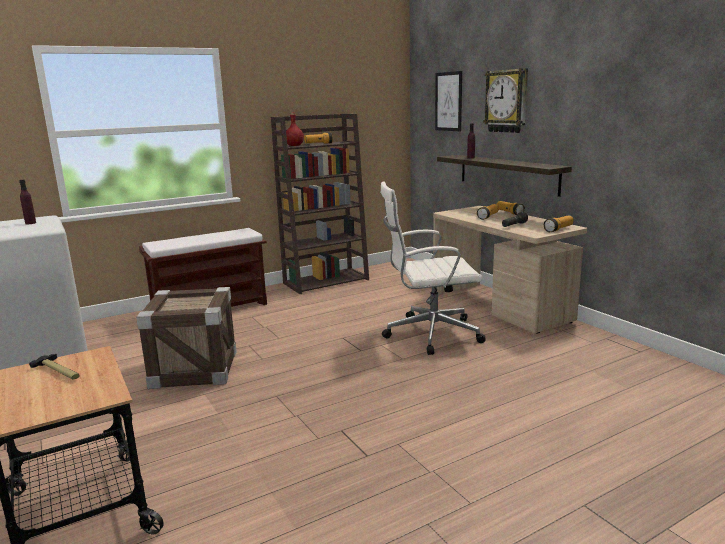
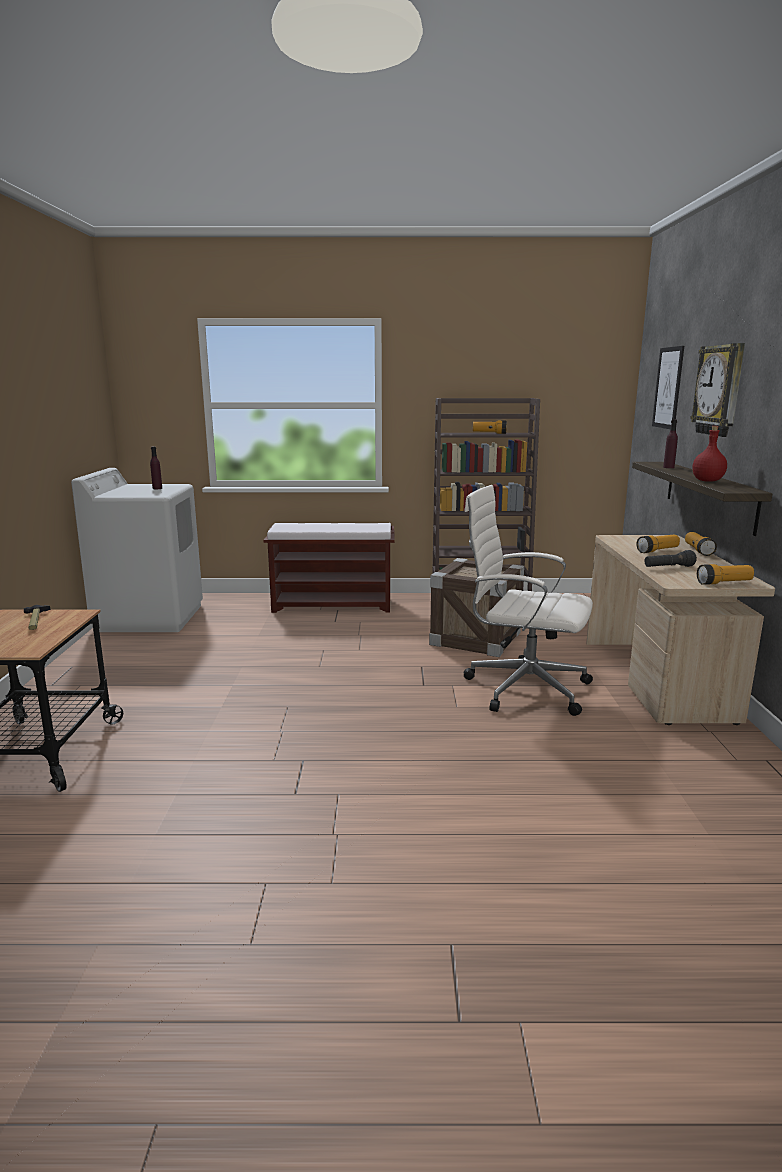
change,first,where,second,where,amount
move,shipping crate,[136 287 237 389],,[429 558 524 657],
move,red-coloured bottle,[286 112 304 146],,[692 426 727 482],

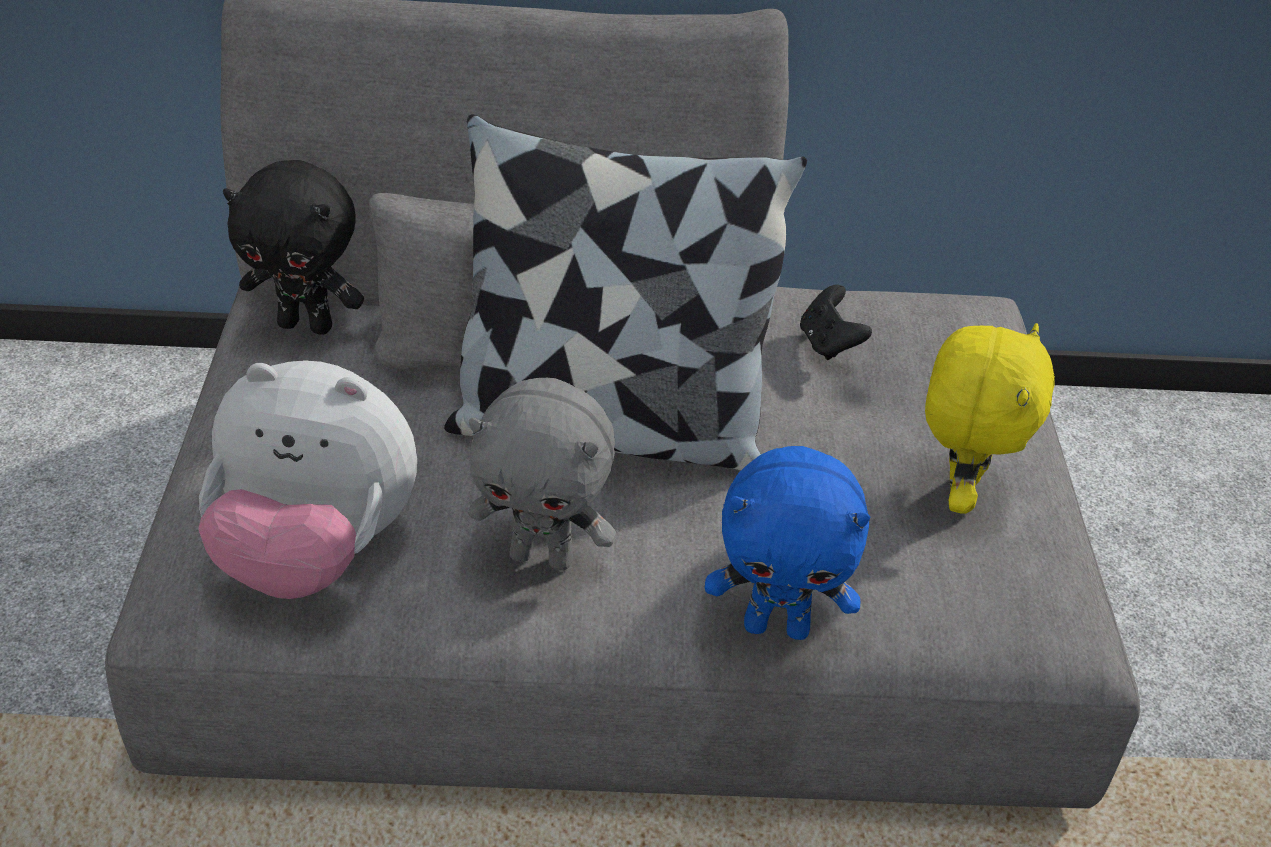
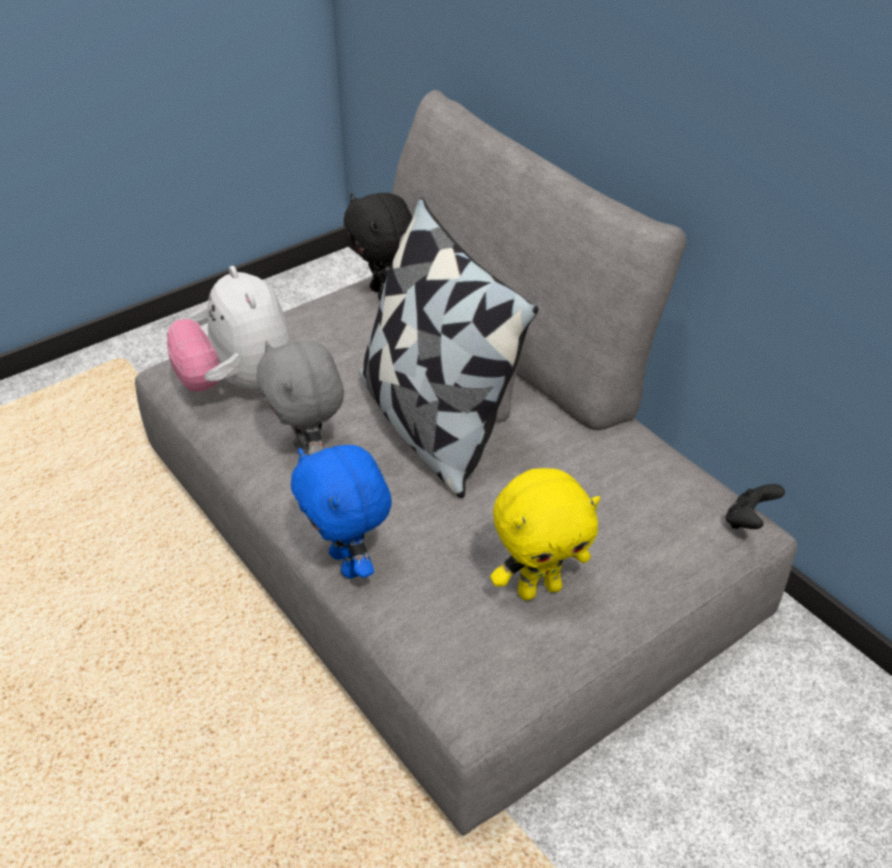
change,first,where,second,where,amount
move,blackish joypad,[800 285 872 360],,[726 484 785 529],

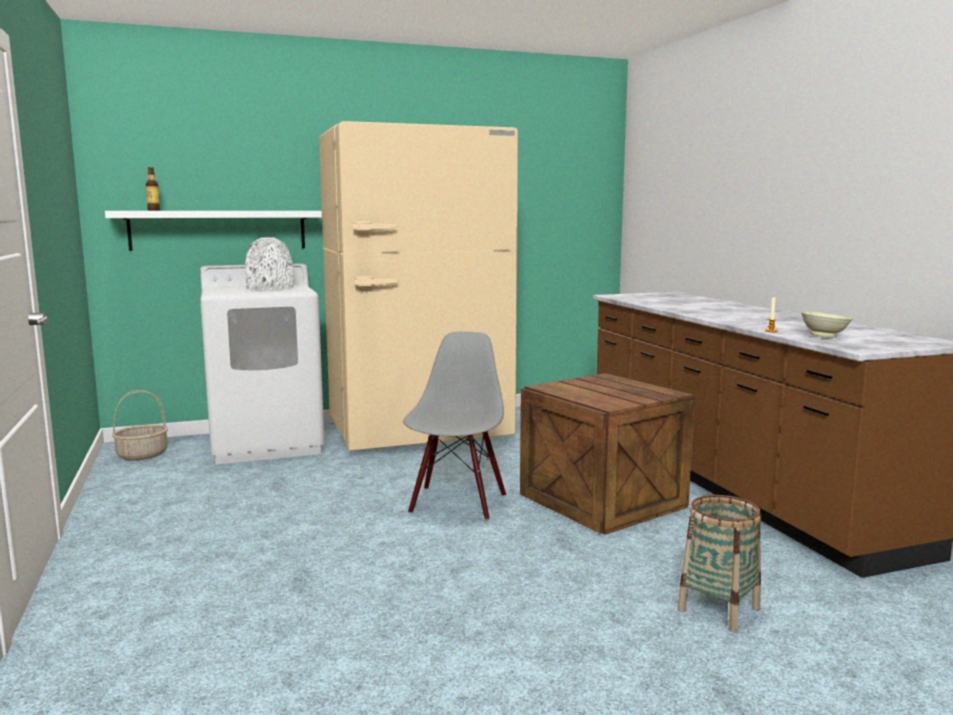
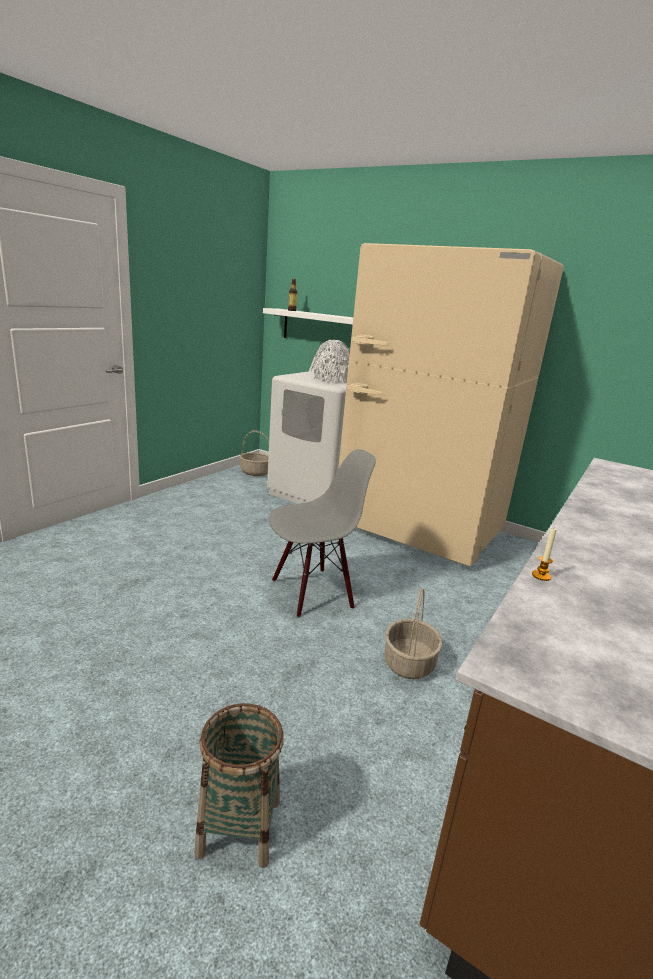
change,first,where,second,where,amount
replace,shipping crate,[520 373 695 535],basket,[384 588 442 679],
delete,beige-coloured bowl,[801 311 852 338],,,

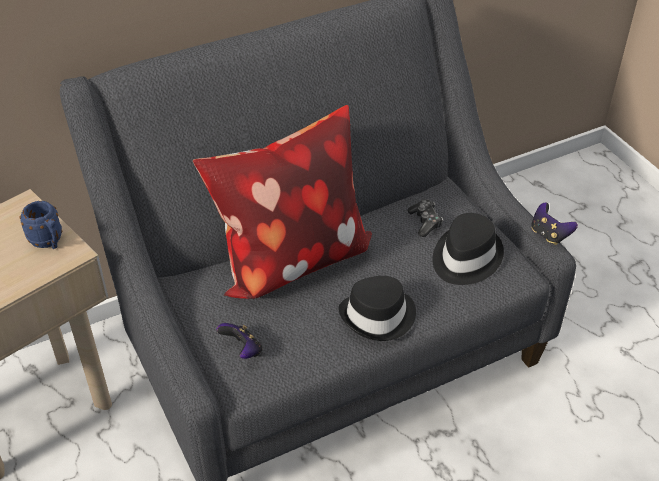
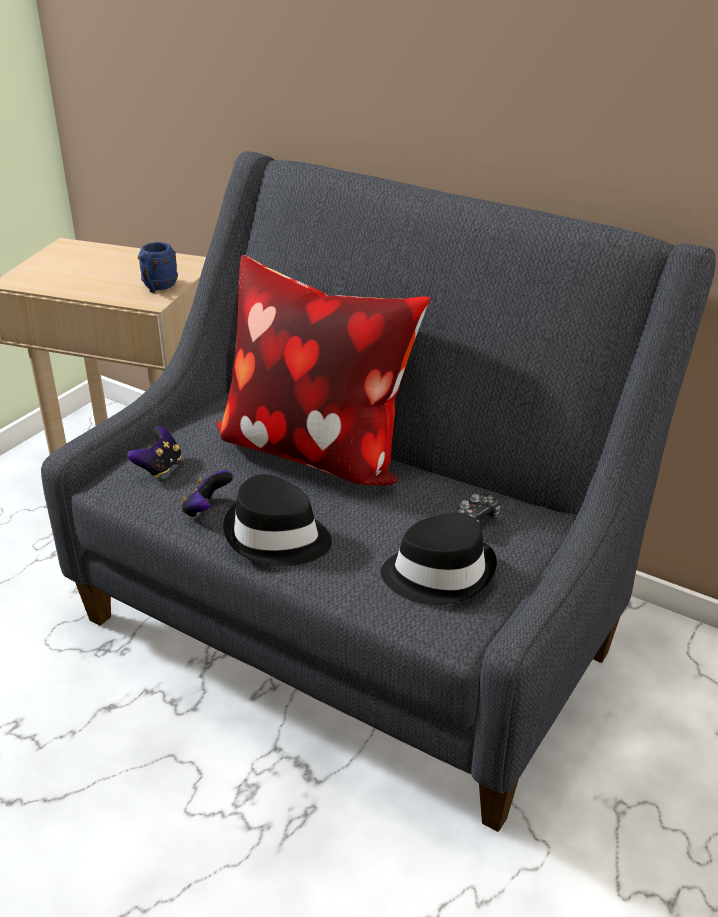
change,first,where,second,where,amount
move,joypad,[531 203 578 245],,[181 470 233 518],

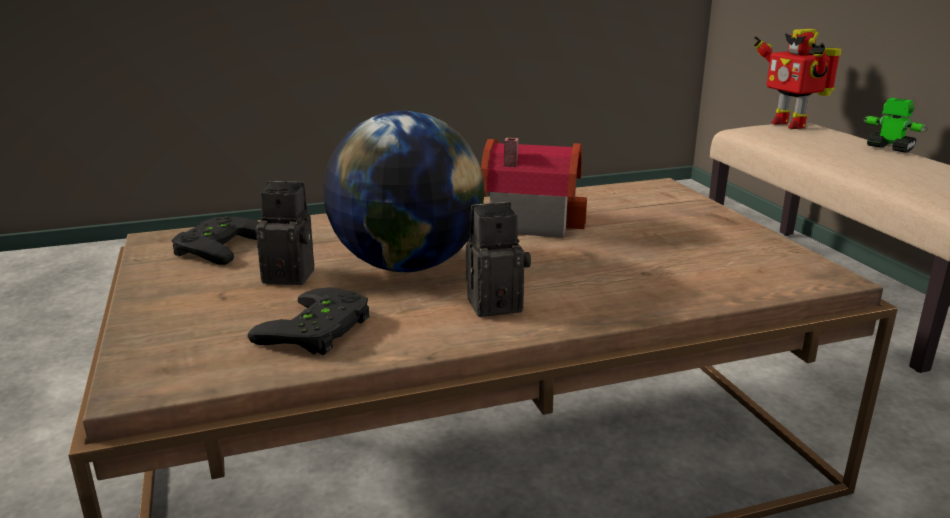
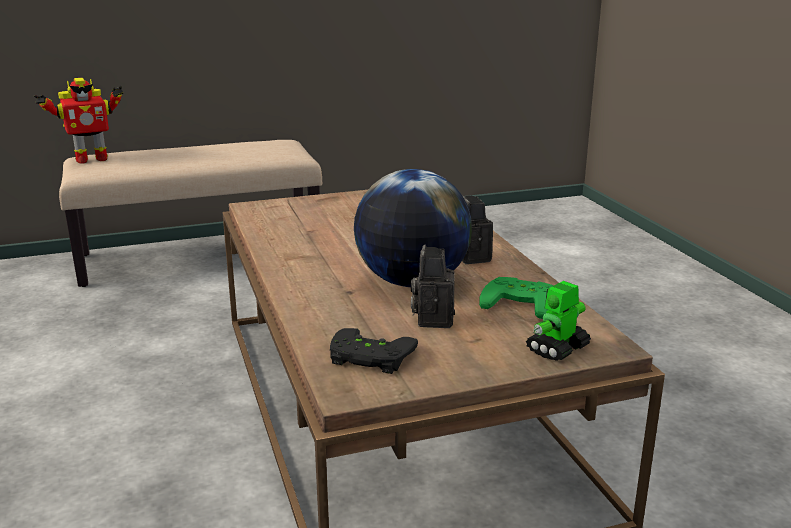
change,first,where,second,where,amount
recolor,blackish joypad,[248 287 370 355],green joypad,[479 277 554 319],
delete,miniature house,[481 138 587 238],,,
move,robot figure,[864 98 928 153],,[526 281 591 361],

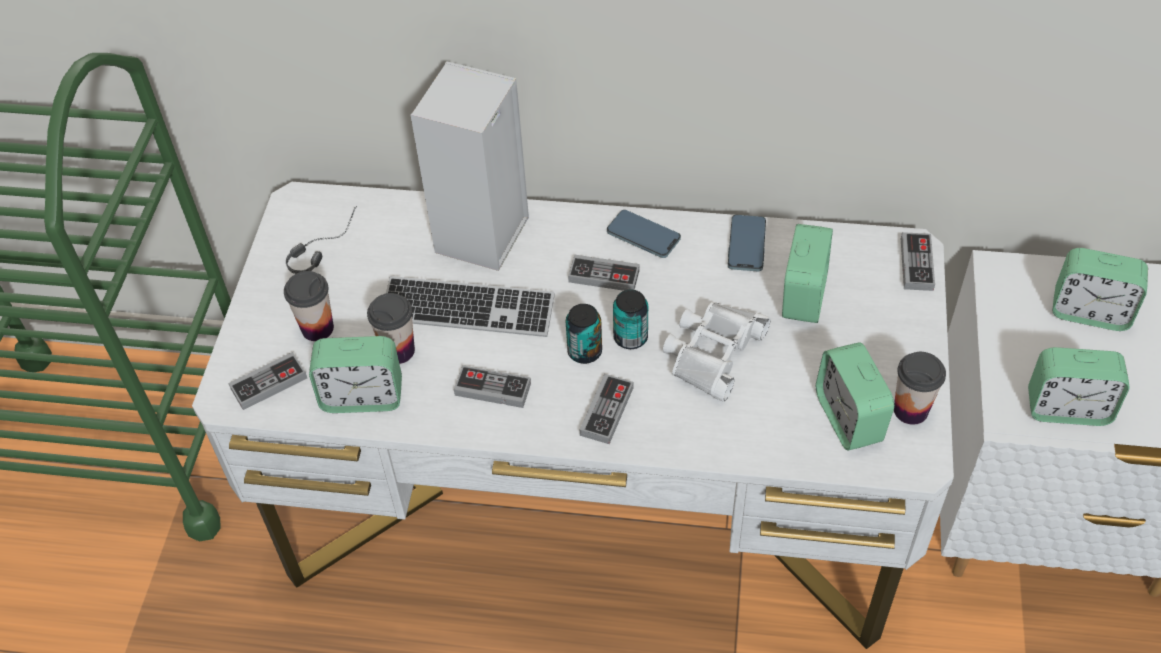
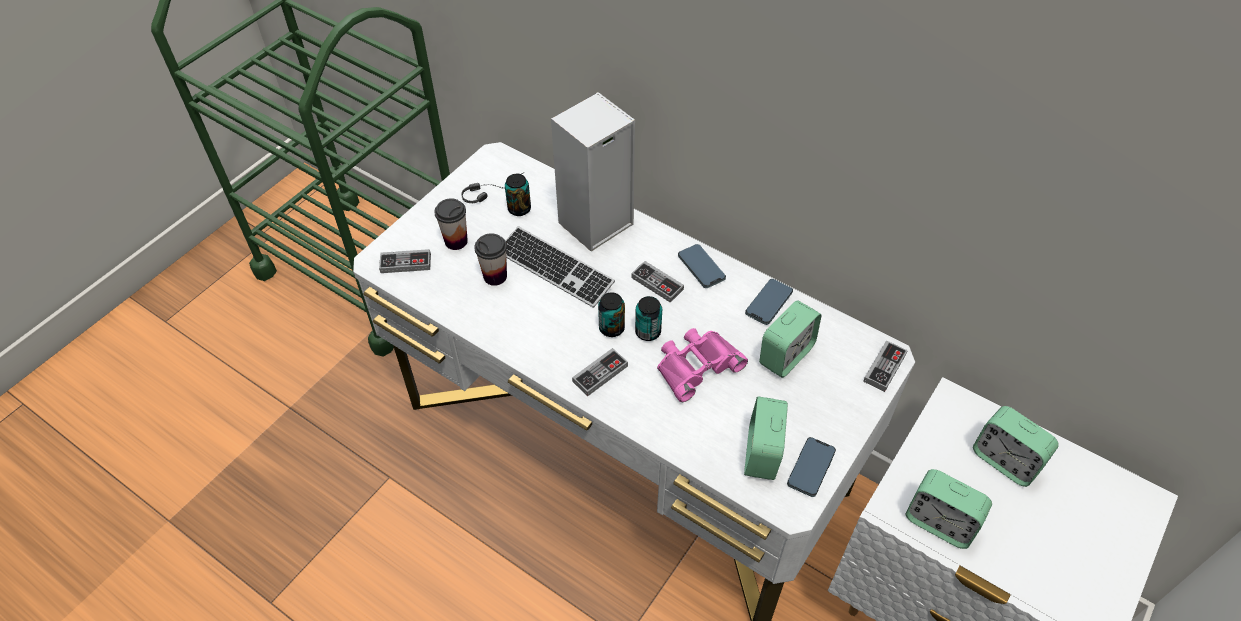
change,first,where,second,where,amount
delete,bedside clock,[309 336 402 413],,,
delete,joypad,[454 365 531 408],,,
recolor,white binoculars,[663 302 771 401],pink-coloured binoculars,[657 328 748 402],
replace,drinking cup,[894 352 946 425],phone,[787 437 836 497],
insert,,,sealed can,[505 174 531 216],

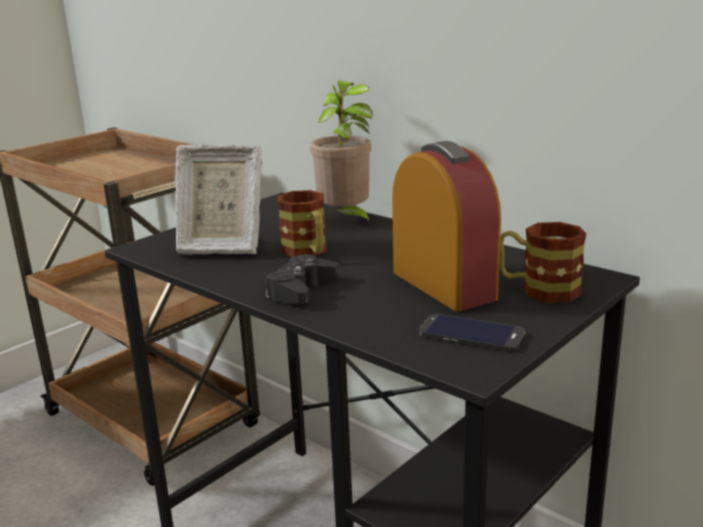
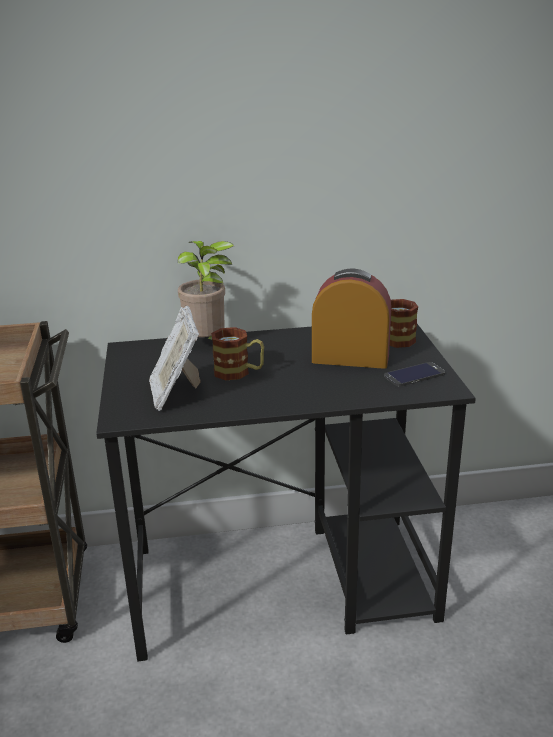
change,first,where,second,where,amount
rotate,picture frame,[175 144 262 255],,[149 306 201 411],120 degrees clockwise
delete,blackish joypad,[266 254 339 304],,,

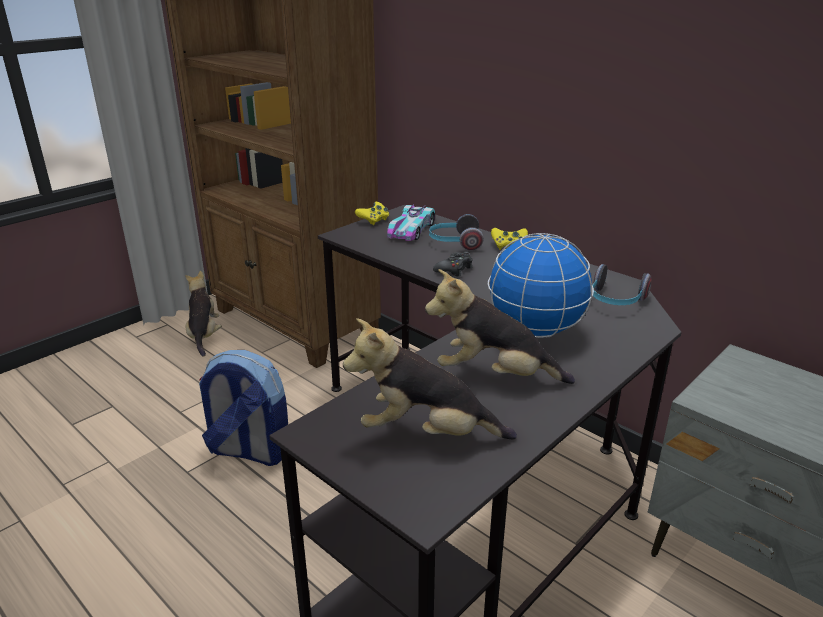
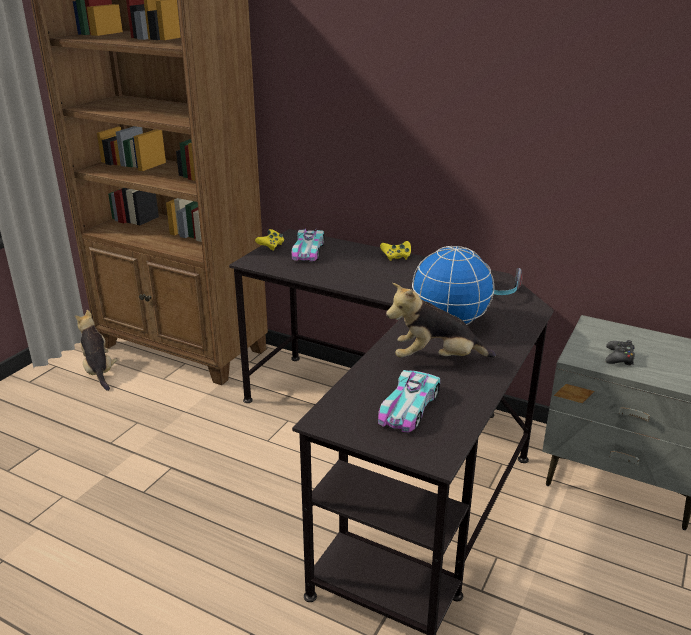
change,first,where,second,where,amount
delete,backpack,[199 350 288 466],,,
replace,plush toy,[343 318 517 439],miniature car,[378 370 440 433],
delete,headset,[429 214 484 251],,,
move,blackish joypad,[433 251 473 277],,[606 340 635 365],

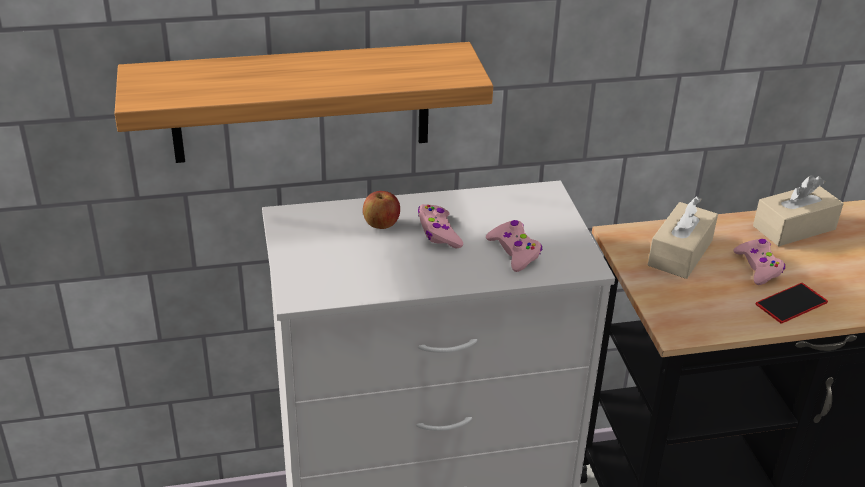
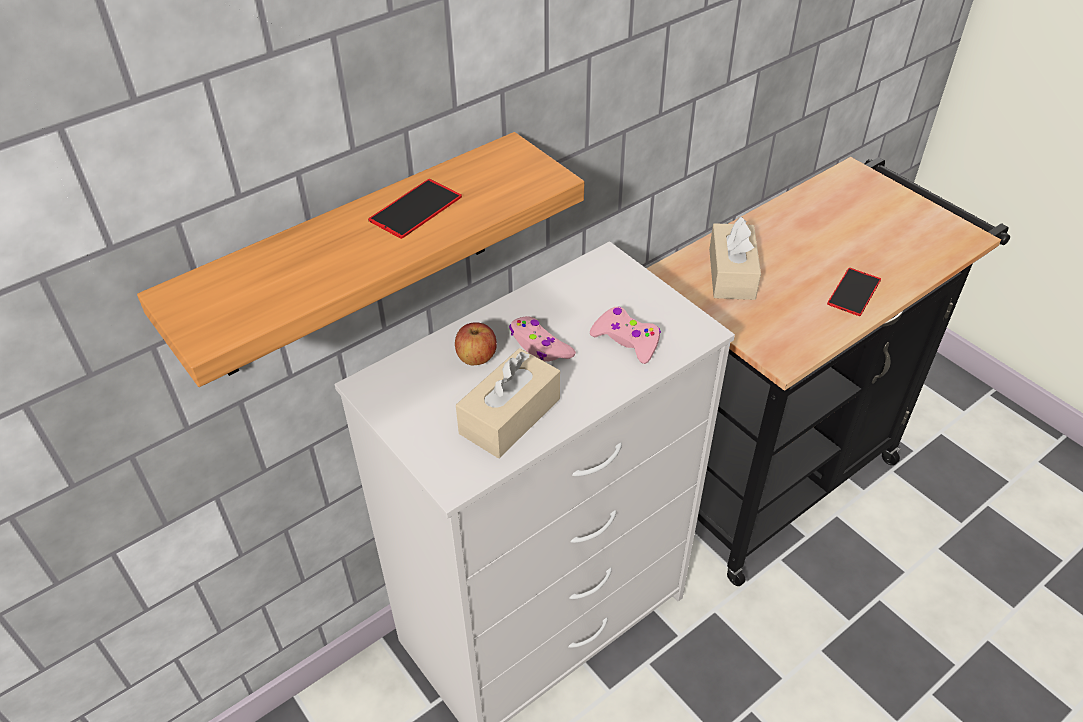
change,first,where,second,where,amount
delete,pink-coloured joypad,[733 239 785 285],,,
move,beige-coloured tissue holder,[753 175 844 247],,[456 348 560 458],
insert,,,phone,[368 179 462 239],

